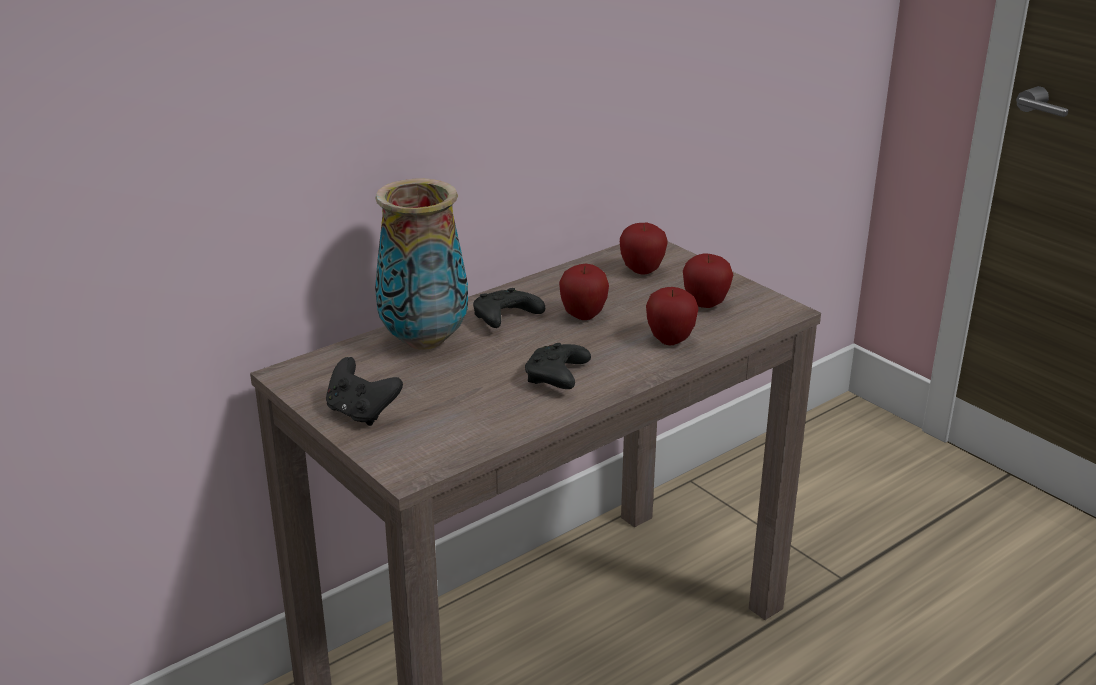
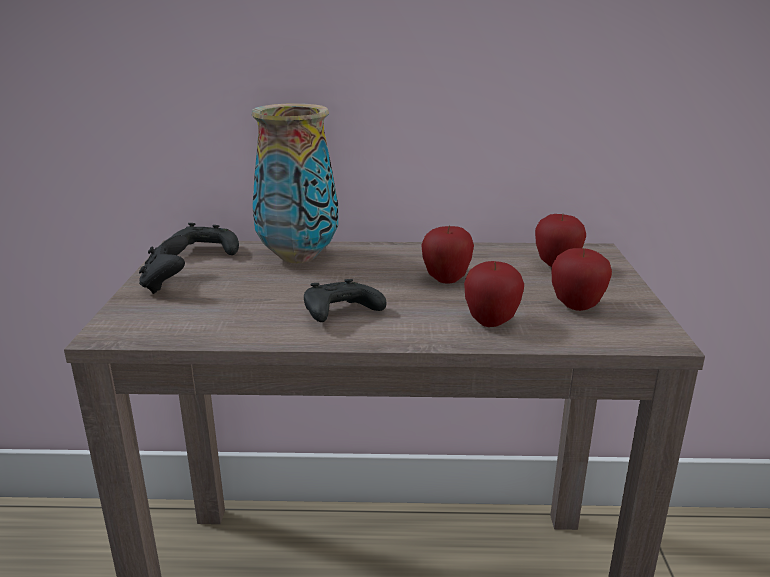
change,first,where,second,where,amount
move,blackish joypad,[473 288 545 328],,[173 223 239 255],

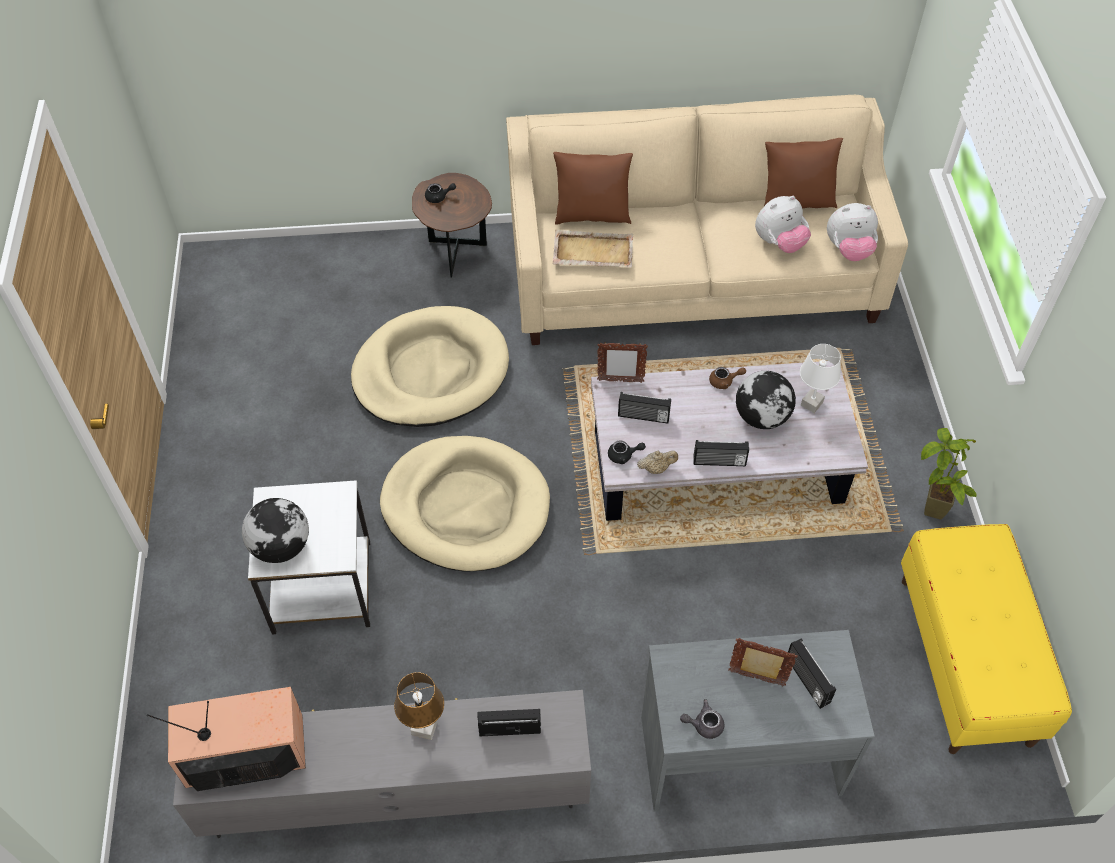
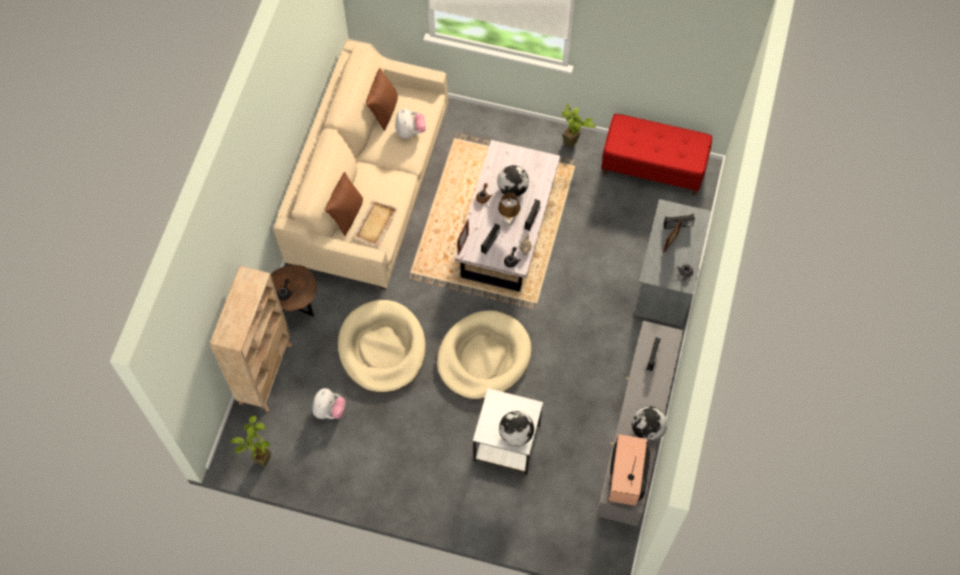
change,first,where,second,where,amount
move,brownish lamp for a table,[394 672 444 740],,[498 193 520 226],
delete,white lamp for a table,[800 344 841 413],,,
move,plush toy,[827 203 878 261],,[312 388 345 419],
recolor,yellow long seat,[901 524 1072 754],red-coloured long seat,[601 114 712 195],
insert,,,beige-coloured shelving unit,[209 266 293 412],
insert,,,houseplant,[230 416 271 467],
insert,,,desk globe,[632 406 667 442],

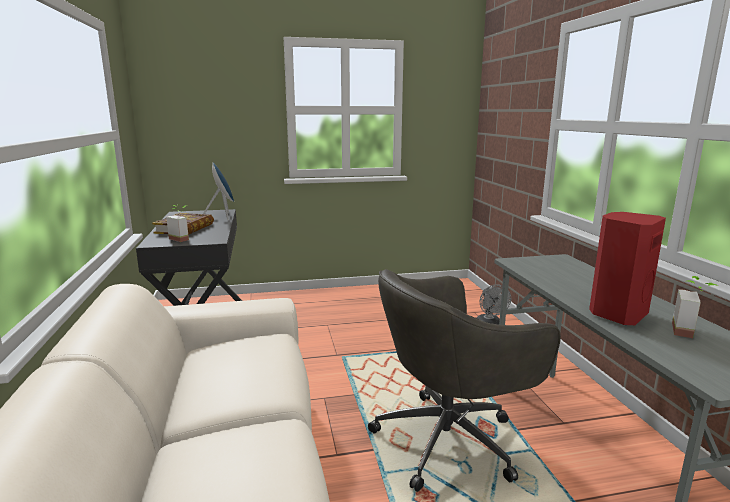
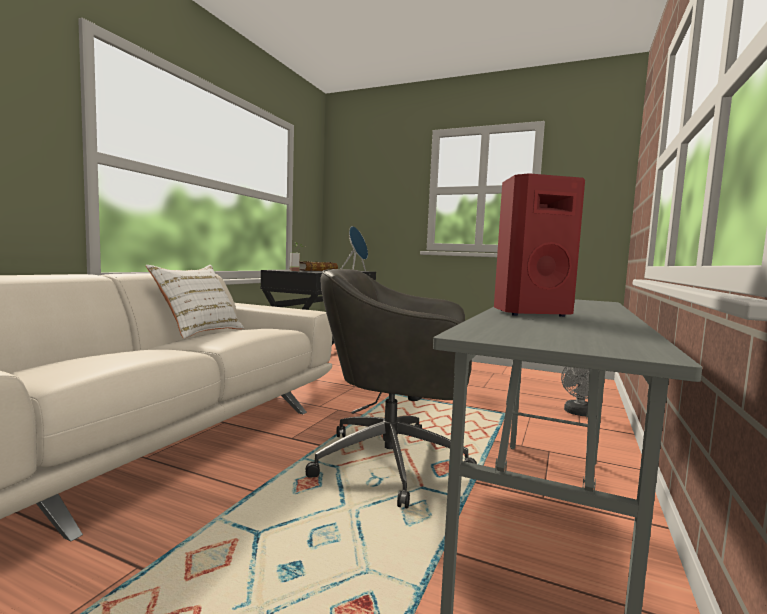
change,first,where,second,where,amount
delete,houseplant,[672 276 718 338],,,
insert,,,white throw pillow,[146 265 244 339],

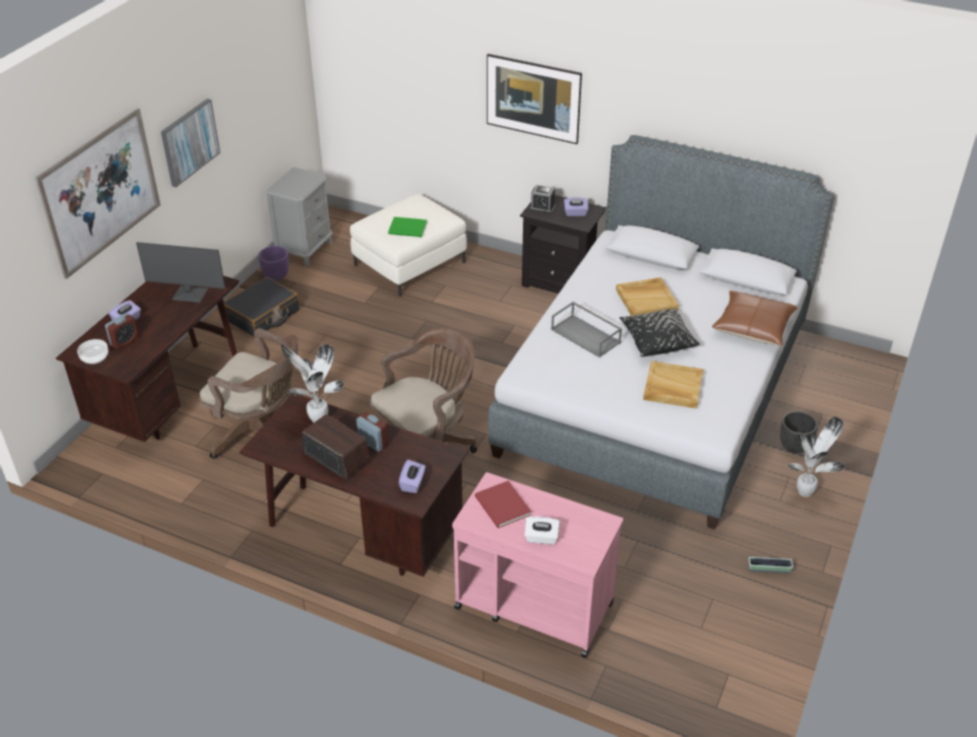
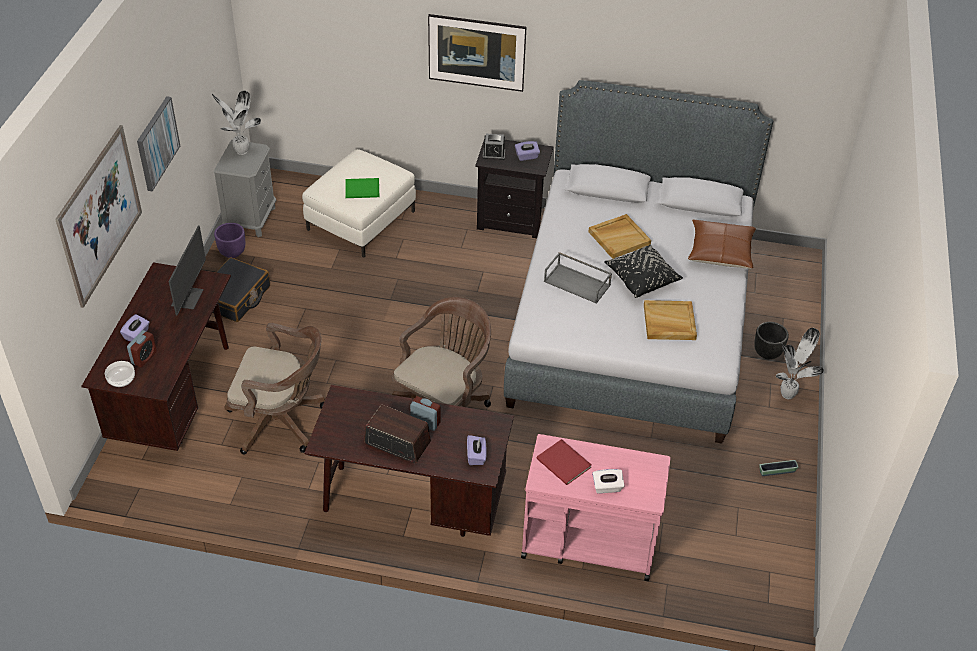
change,first,where,second,where,amount
rotate,computer display,[136 242 225 303],,[168 226 206 315],75 degrees counterclockwise
move,houseplant,[281 344 344 422],,[212 91 261 155],

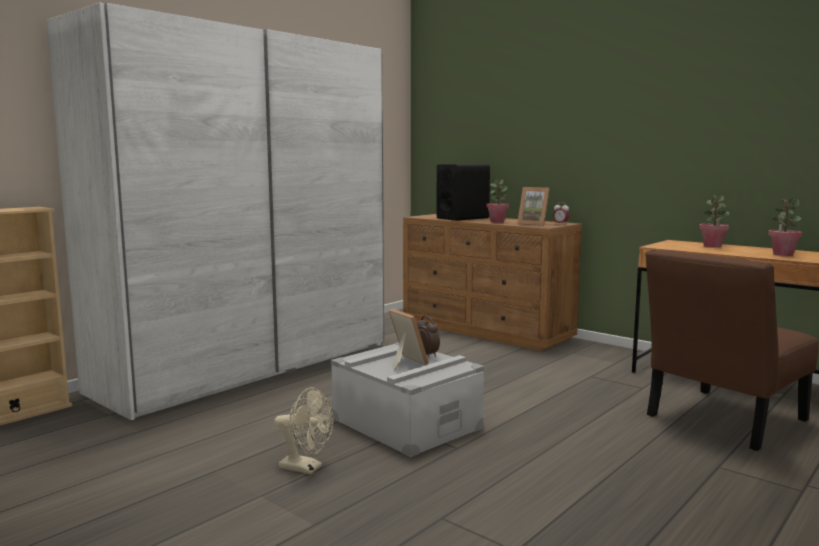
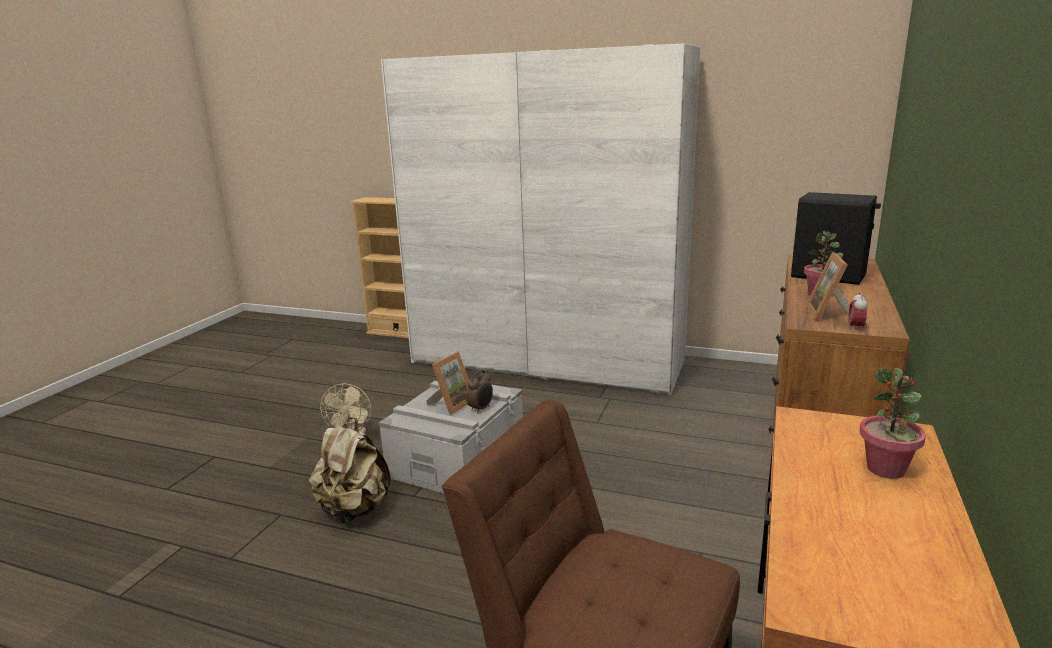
change,first,where,second,where,amount
delete,houseplant,[768 199 802 256],,,
insert,,,beige-coloured backpack,[309 417 391 523],

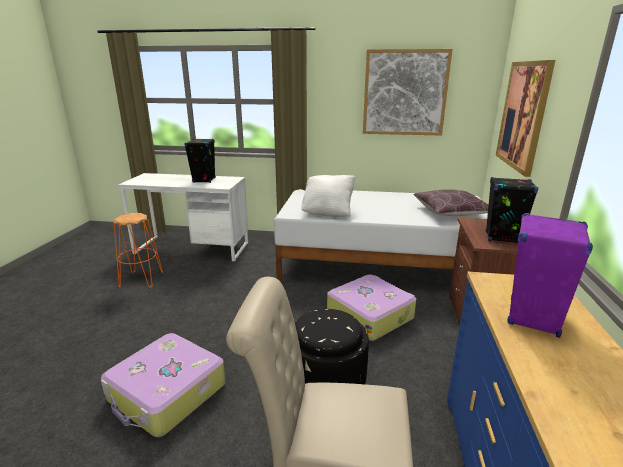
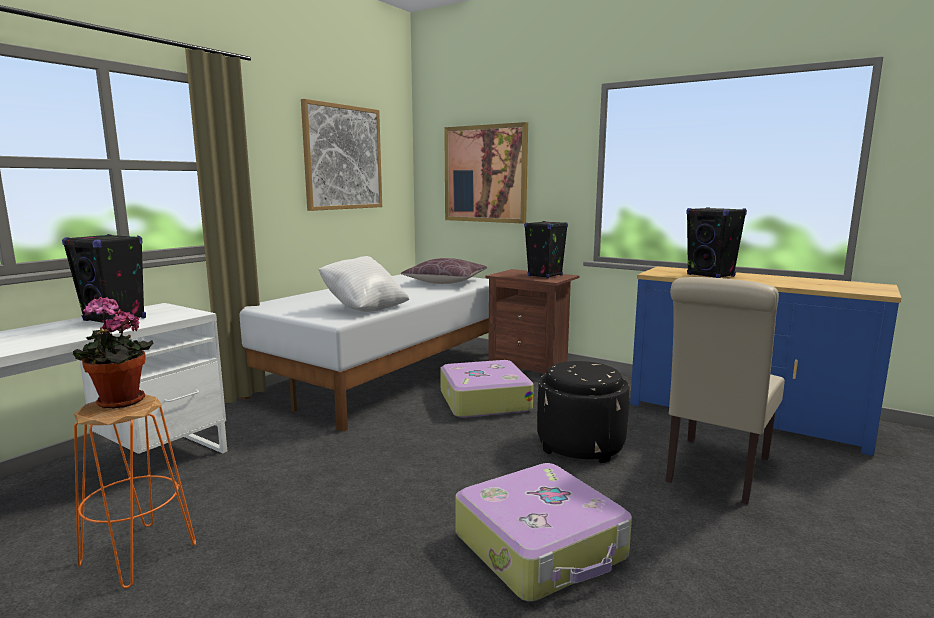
change,first,where,second,where,amount
recolor,purple-coloured audio speaker,[507 213 593 338],blackish audio speaker,[686 207 747 278],
insert,,,houseplant,[73 296 153 408],

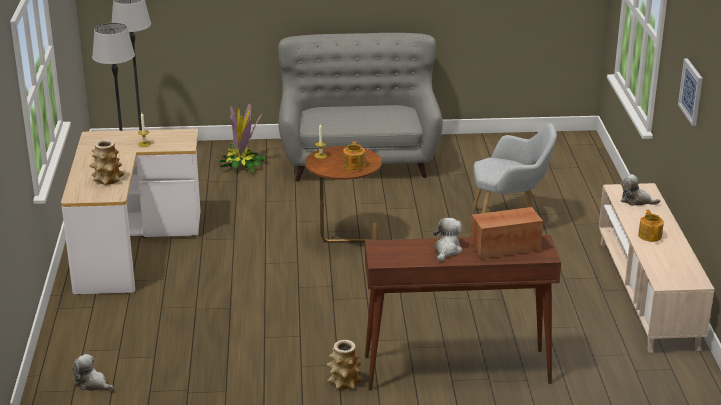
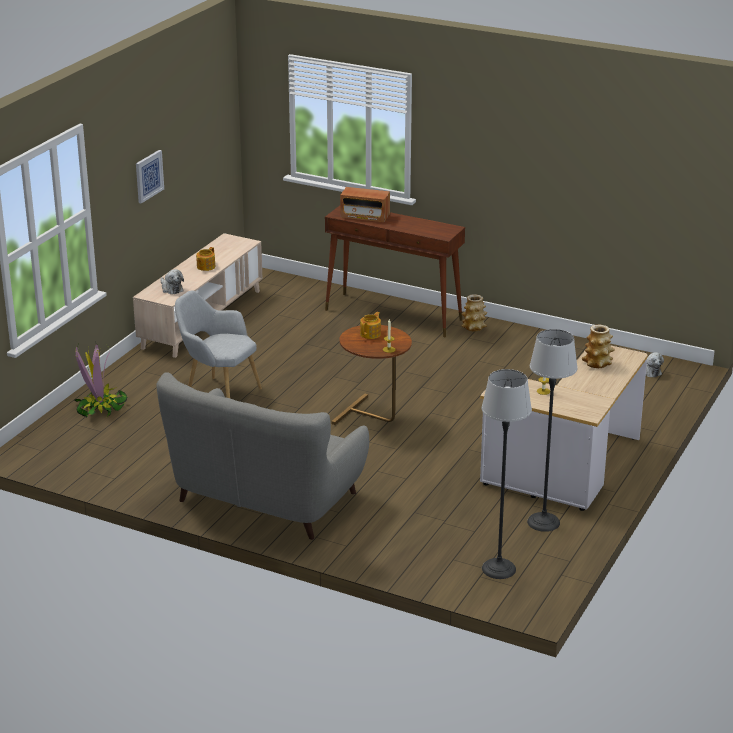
change,first,where,second,where,amount
move,houseplant,[216 100 266 174],,[75 342 127 418],
delete,plush toy,[433 218 462 262],,,

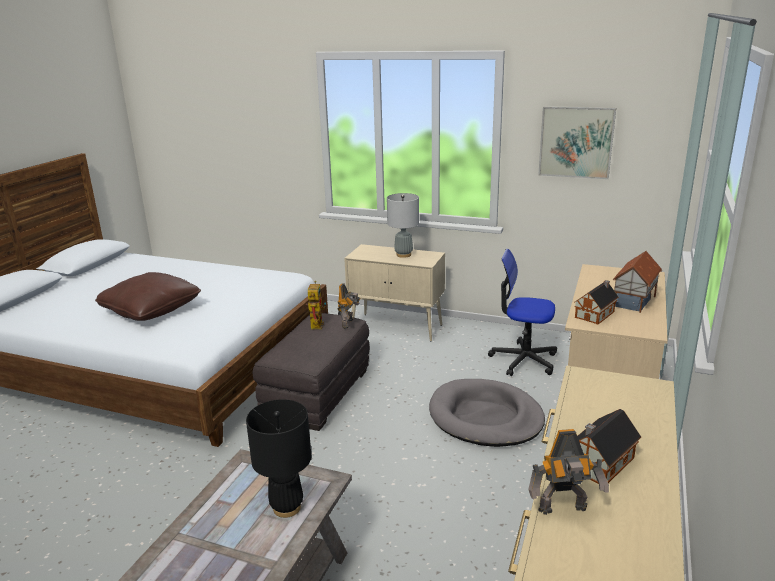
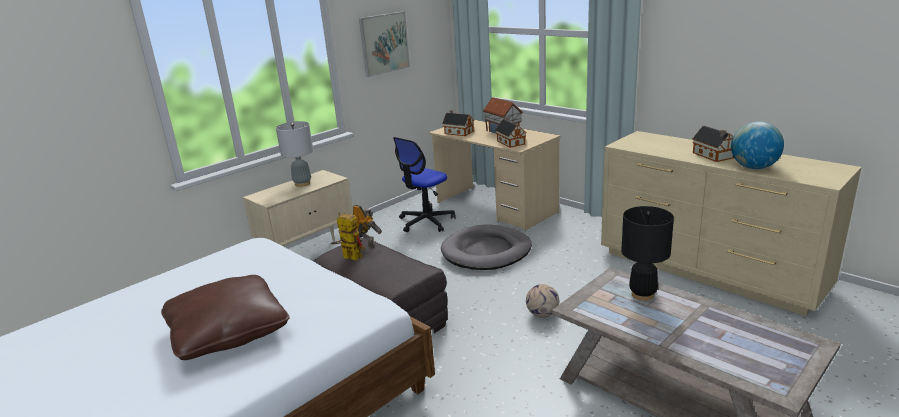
change,first,where,second,where,amount
replace,robot figure,[528 429 609 515],desk globe,[731 121 784 169],
insert,,,miniature house,[442 110 474 136],
insert,,,football,[526 284 559 318],

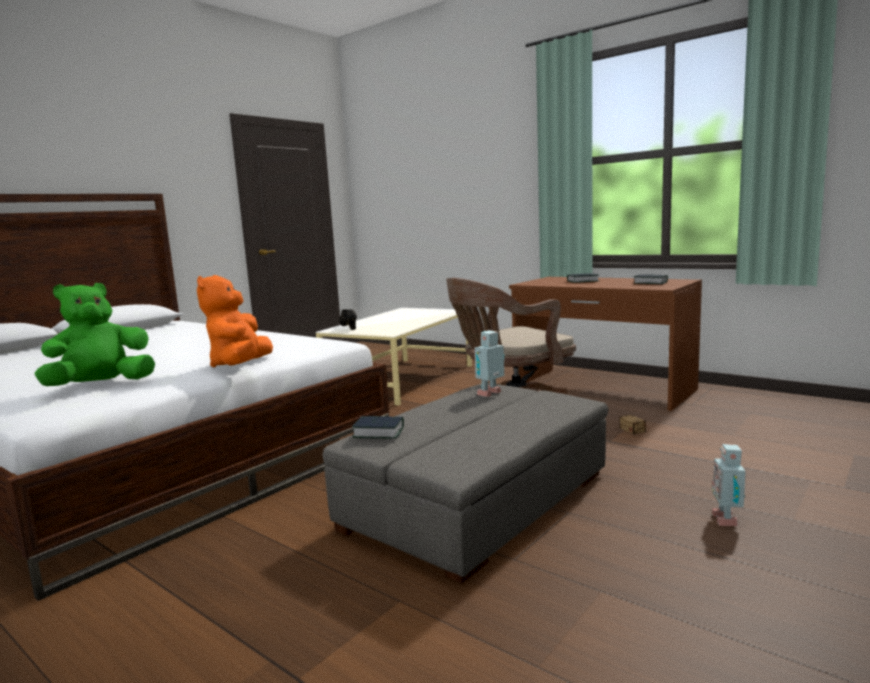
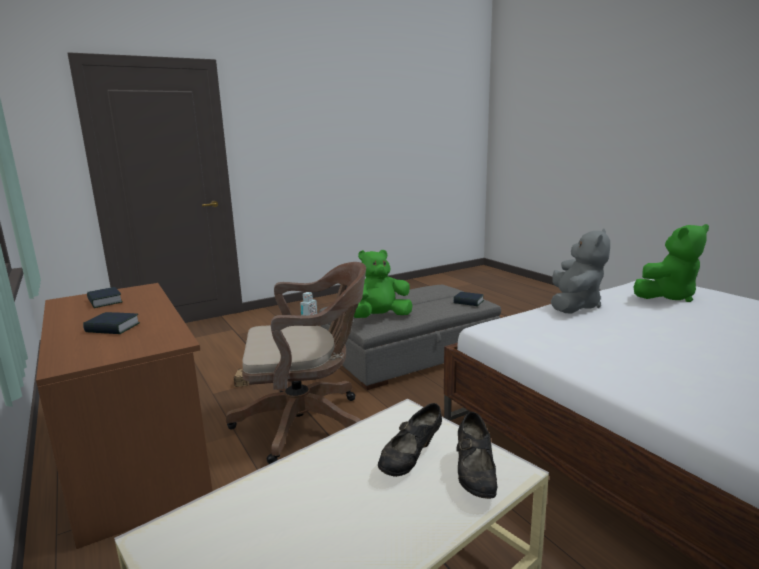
change,first,where,second,where,amount
recolor,orangey plush toy,[197 275 273 368],gray plush toy,[551 228 610 314],
replace,robot figure,[474 330 504 397],green plush toy,[354 250 412 318],
insert,,,blackish shoe,[378 403 442 477],

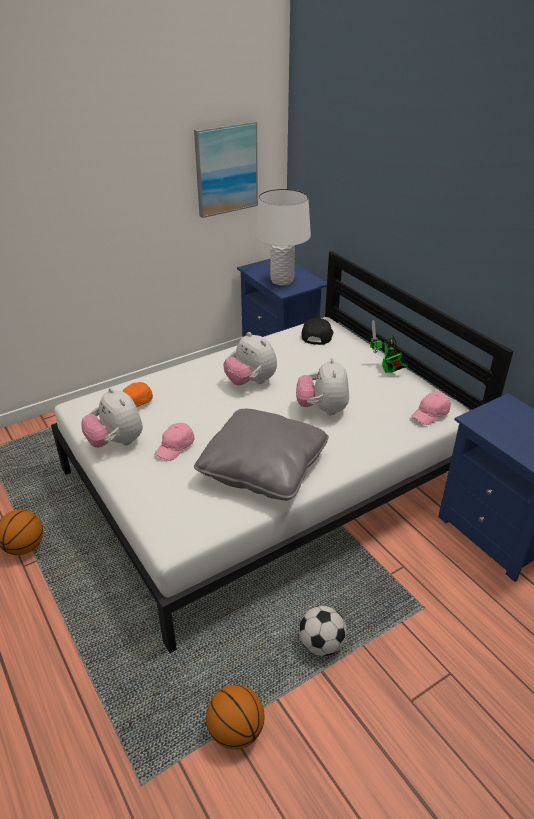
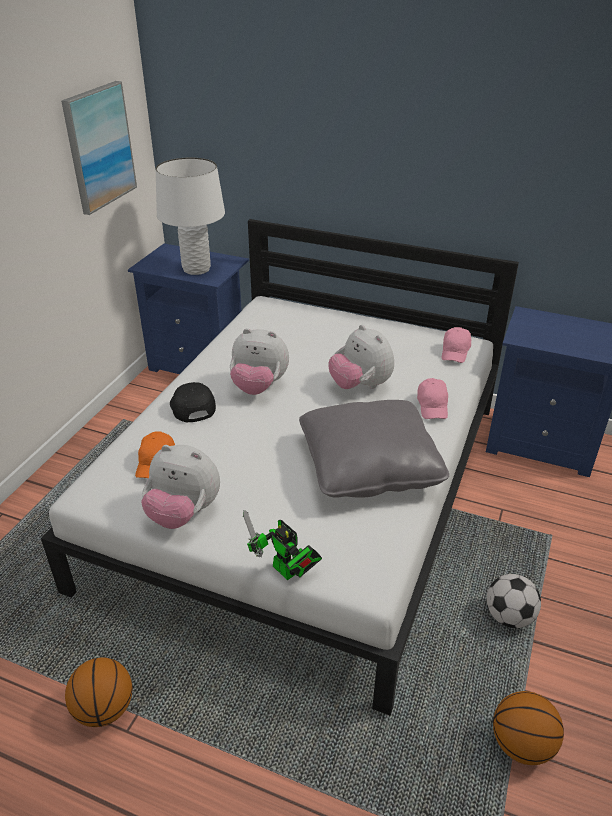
change,first,where,second,where,amount
move,pink-coloured cap,[154 423 194 461],,[417 378 448 419],
move,blackish cap,[301 318 333 345],,[170 382 216 422],
move,robot figure,[370 320 408 373],,[243 510 322 580],

